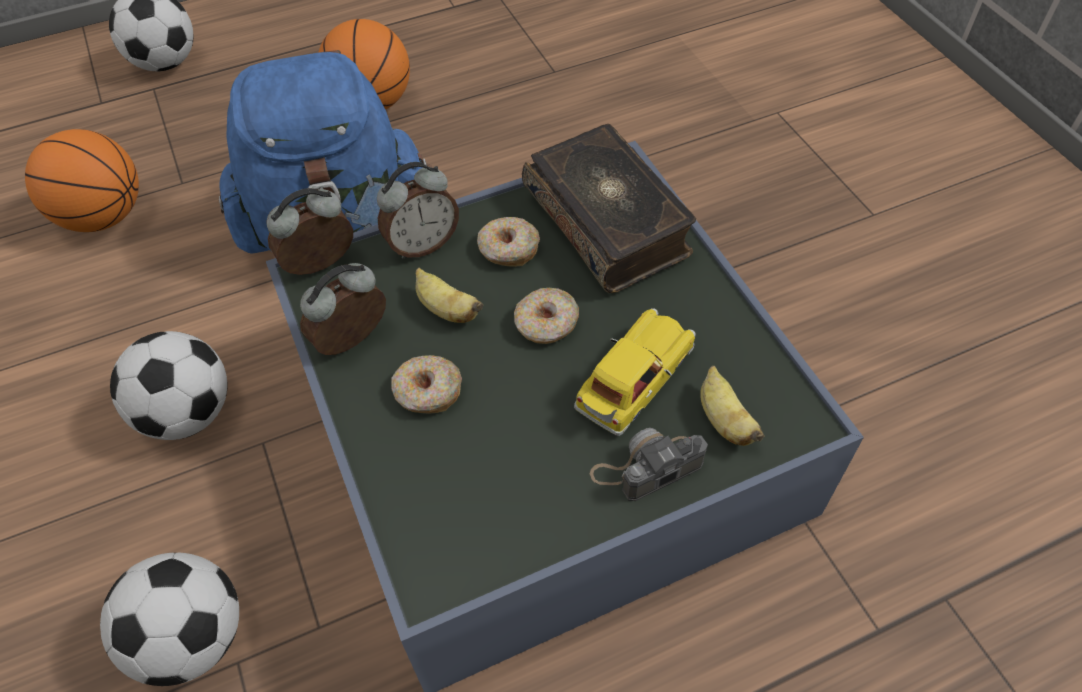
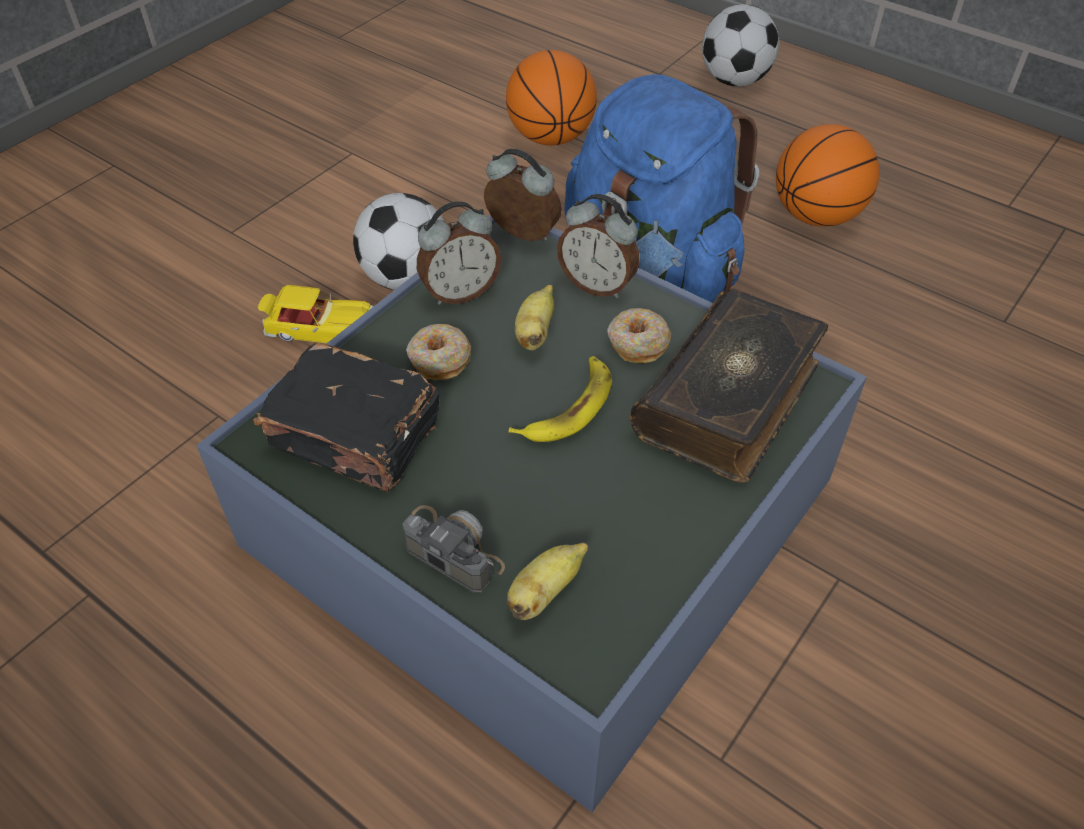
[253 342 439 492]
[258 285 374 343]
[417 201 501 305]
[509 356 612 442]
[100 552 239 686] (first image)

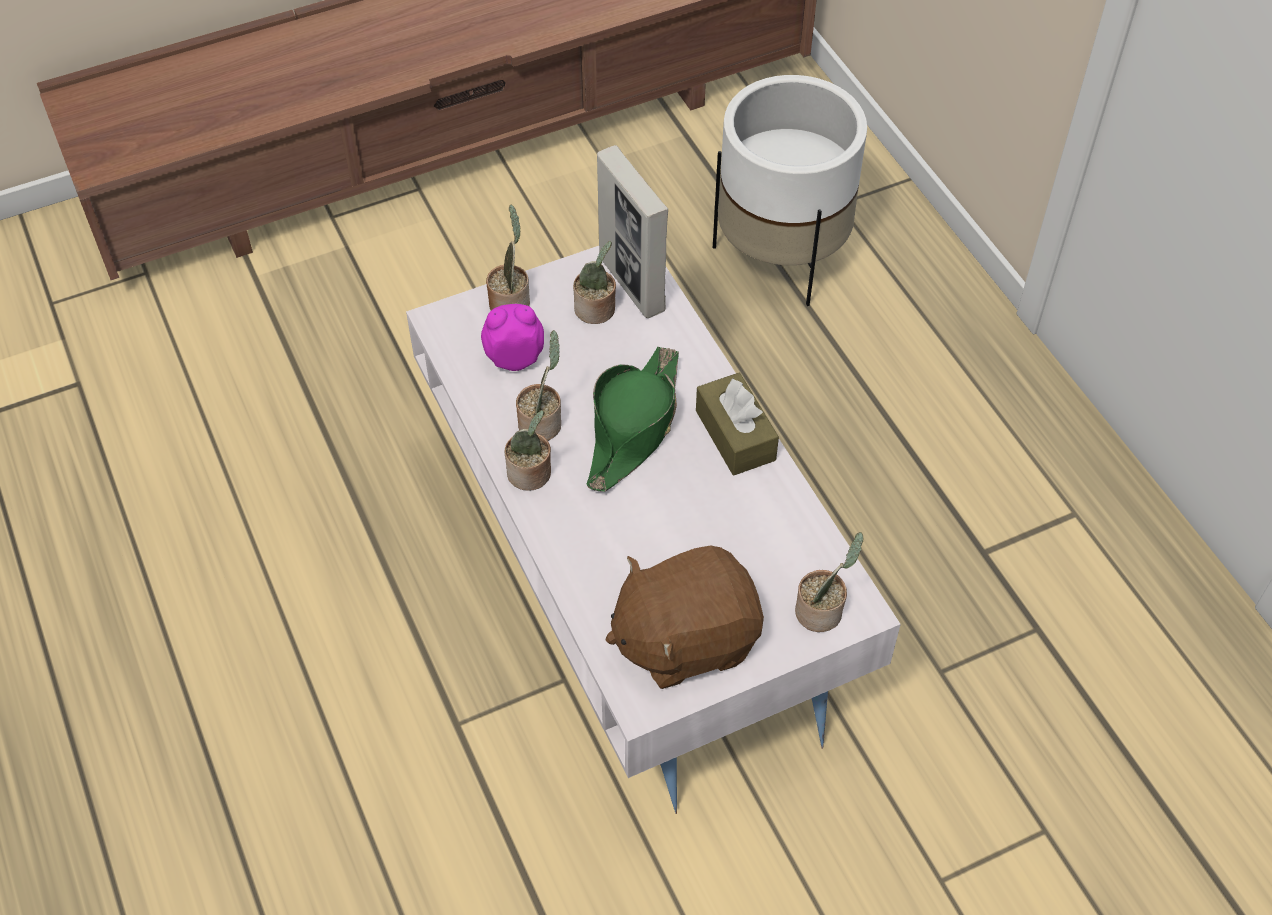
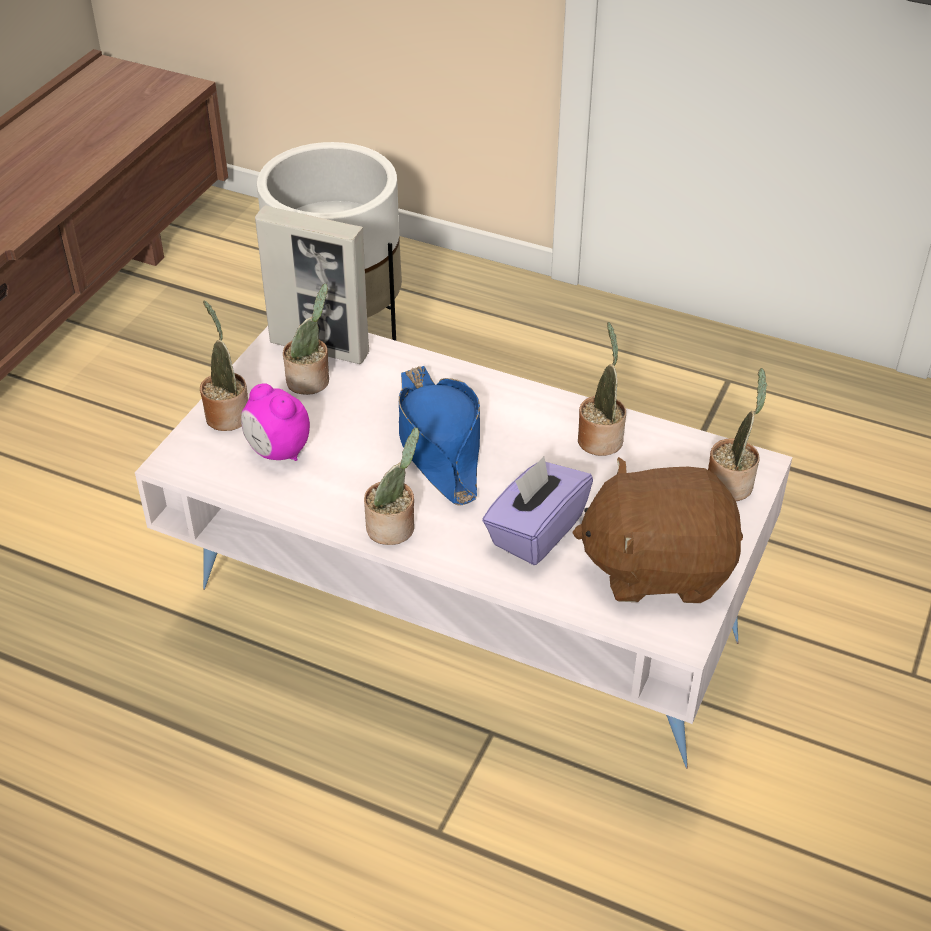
[241 383 310 461]
[399 366 480 506]
[482 456 593 565]
[572 457 743 603]
[578 322 626 456]
[696 373 779 475] (first image)

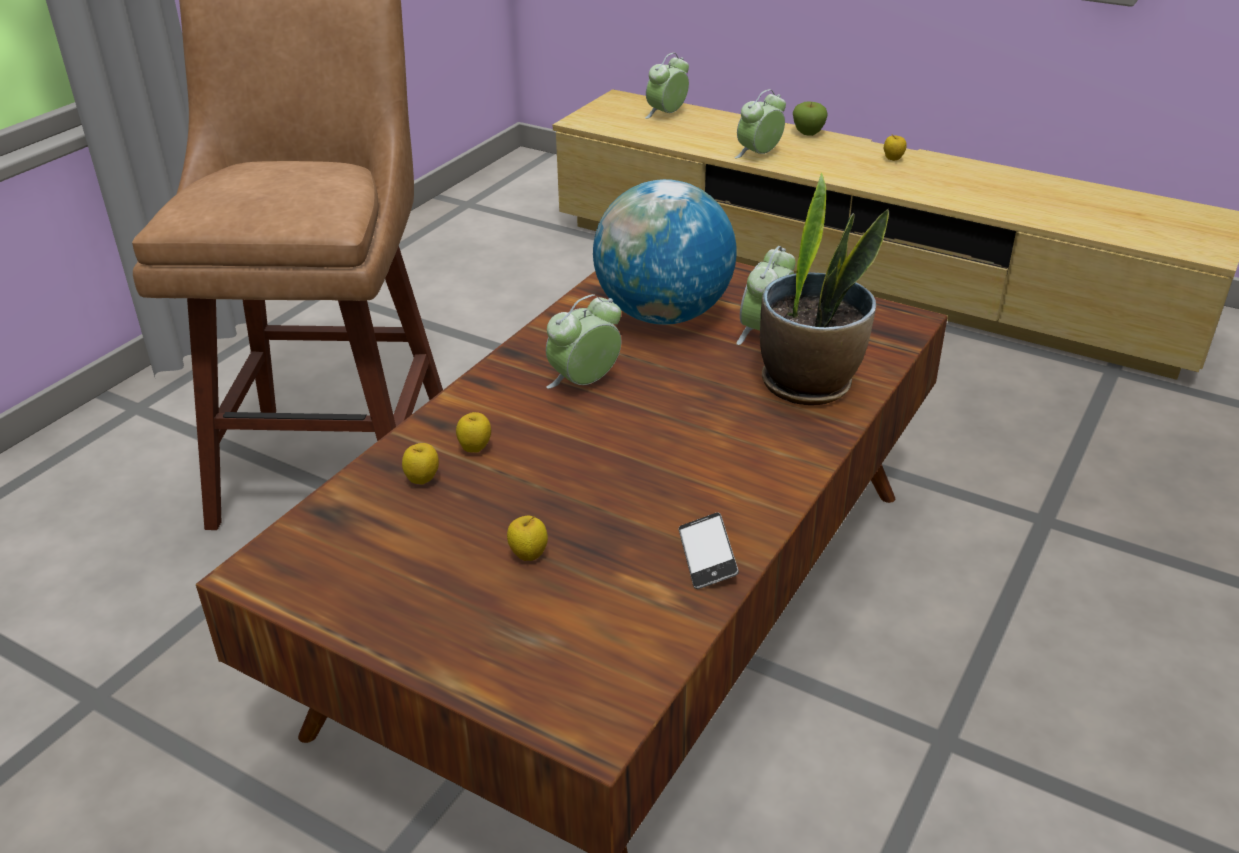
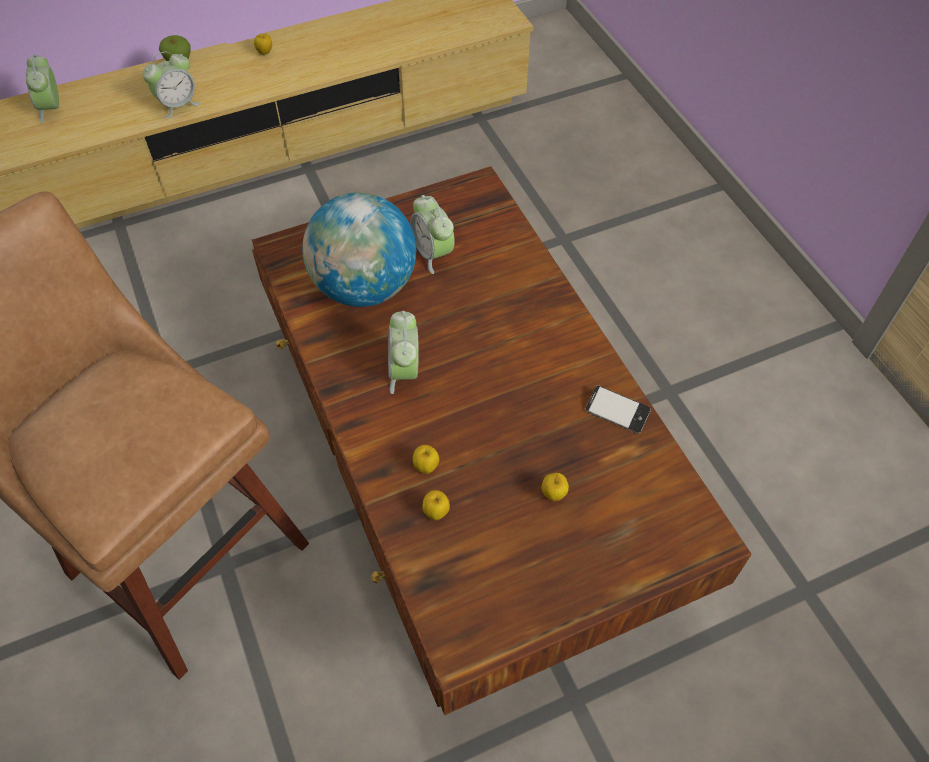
[142 51 201 119]
[760 173 889 405] (first image)

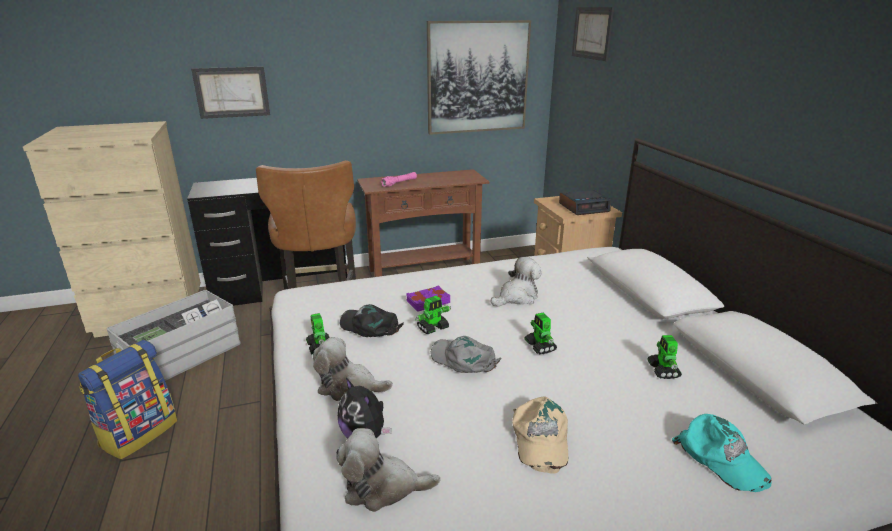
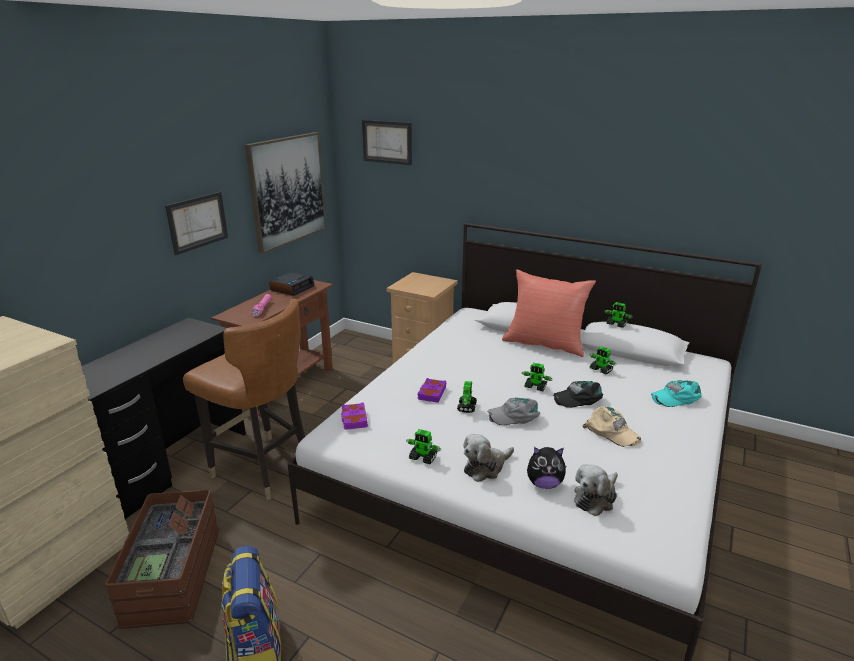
[105 490 219 629]
[165 192 228 255]
[269 272 314 296]
[341 402 368 430]
[502 269 596 357]
[553 381 603 408]
[604 302 632 328]
[651 380 702 407]
[490 257 541 307] (first image)

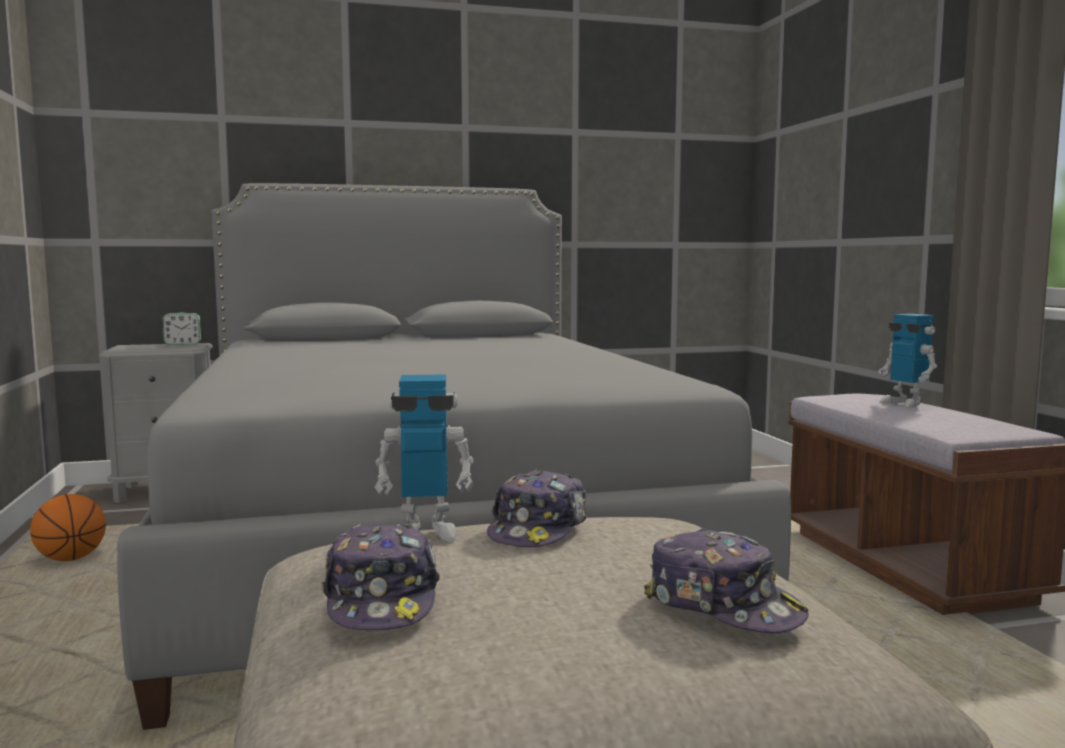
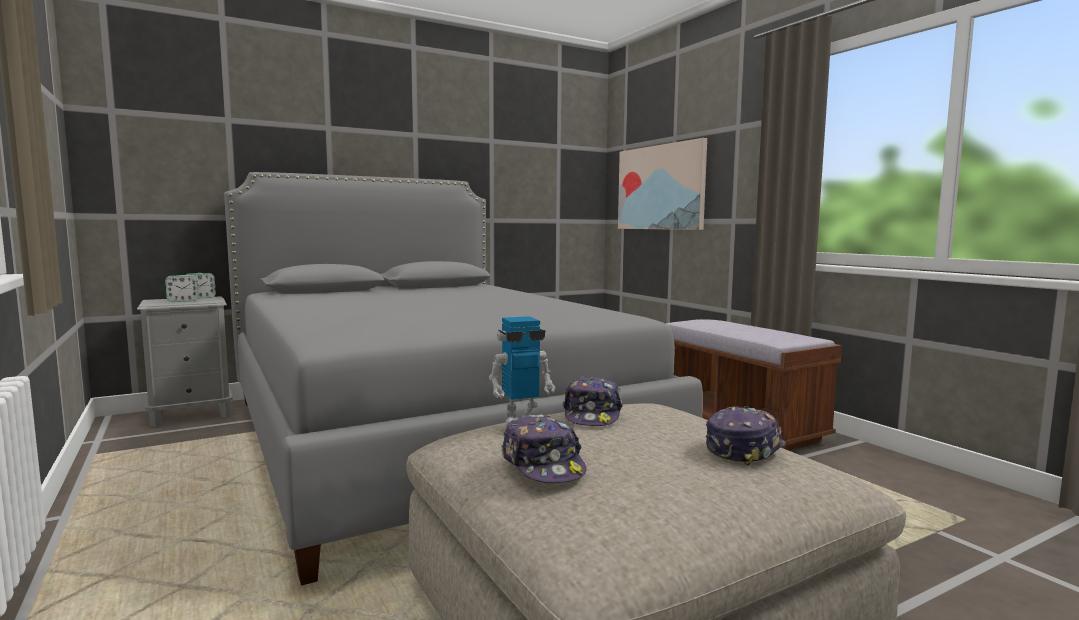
[165 275 199 302]
[618 138 707 230]
[706 406 786 466]
[30 494 106 561] (first image)
[879 314 937 408] (first image)

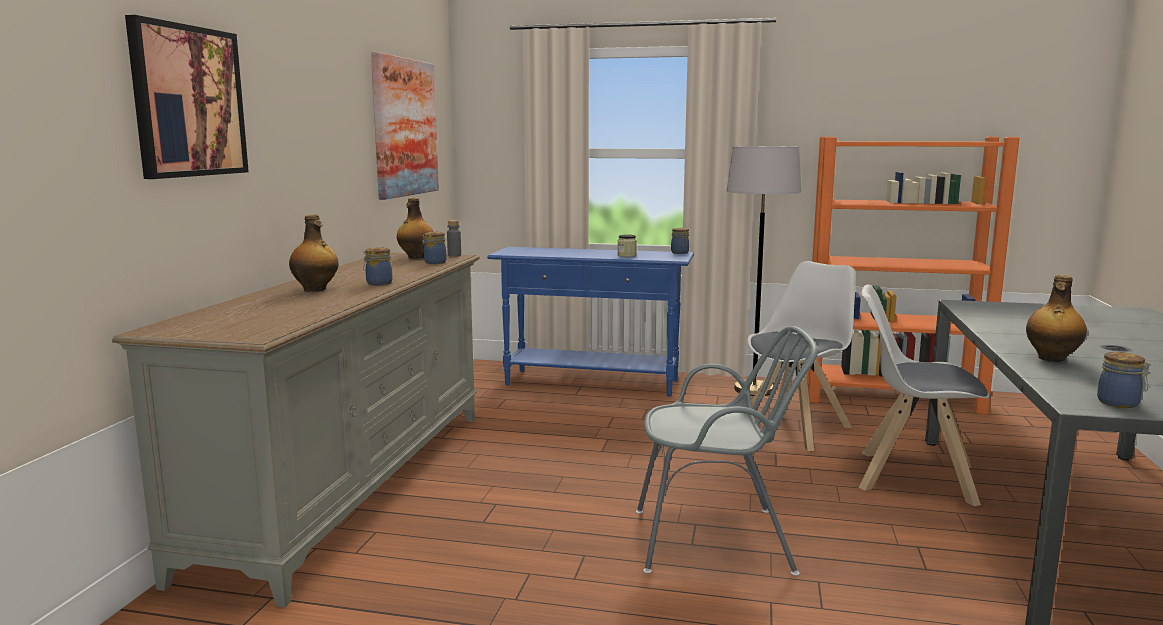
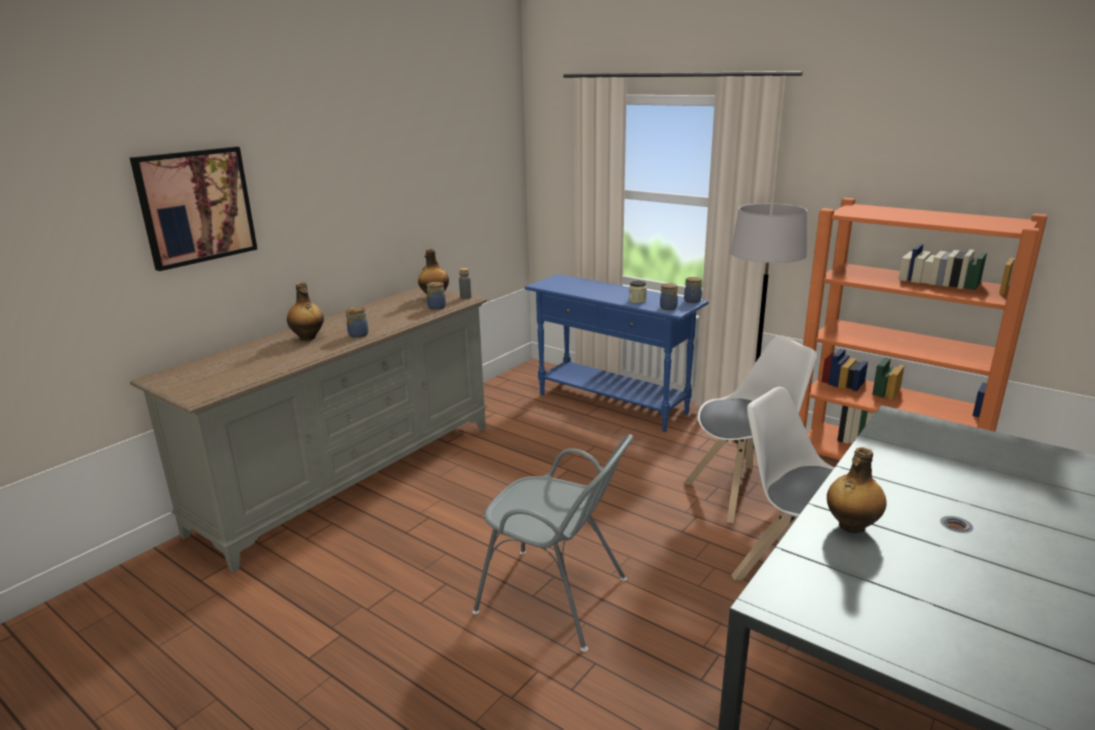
[660 283 678 310]
[371 52 439 200] (first image)

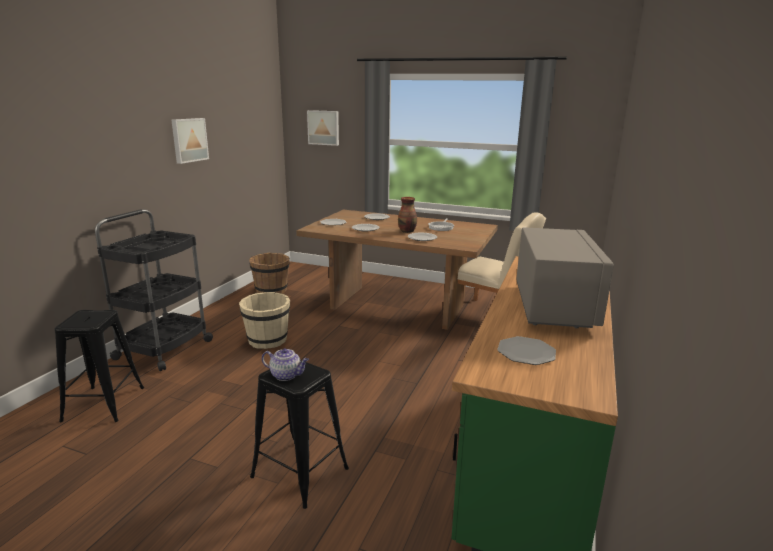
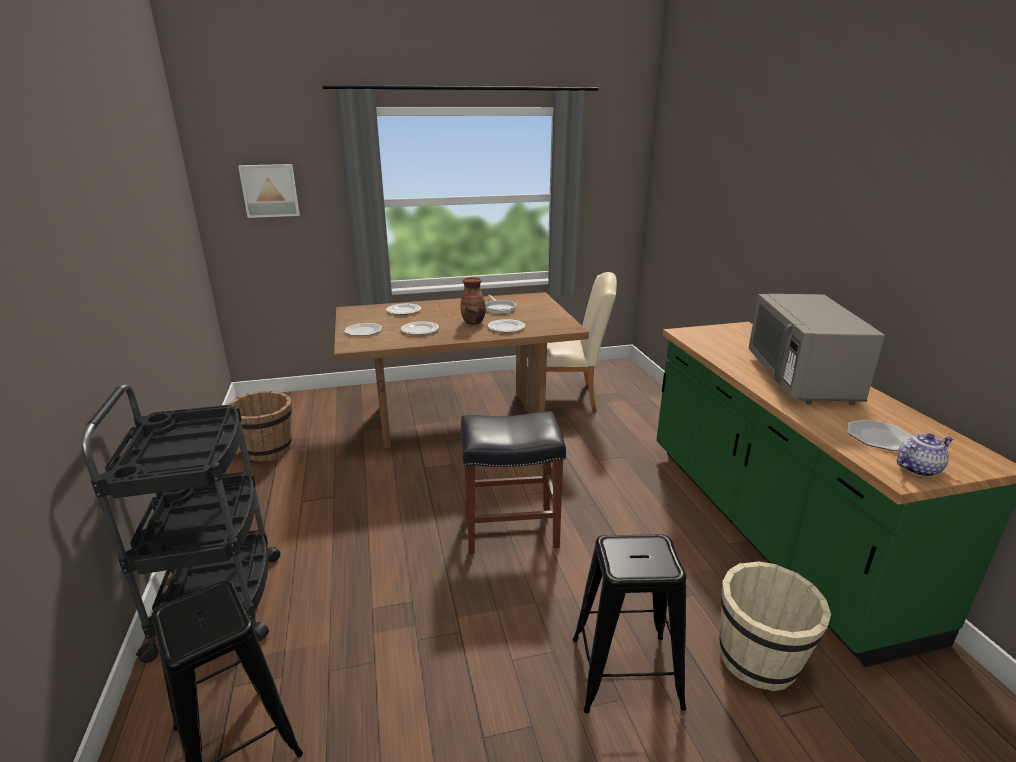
[461 411 566 554]
[720 561 831 691]
[749 294 885 405]
[897 433 953 477]
[171 118 209 164] (first image)

